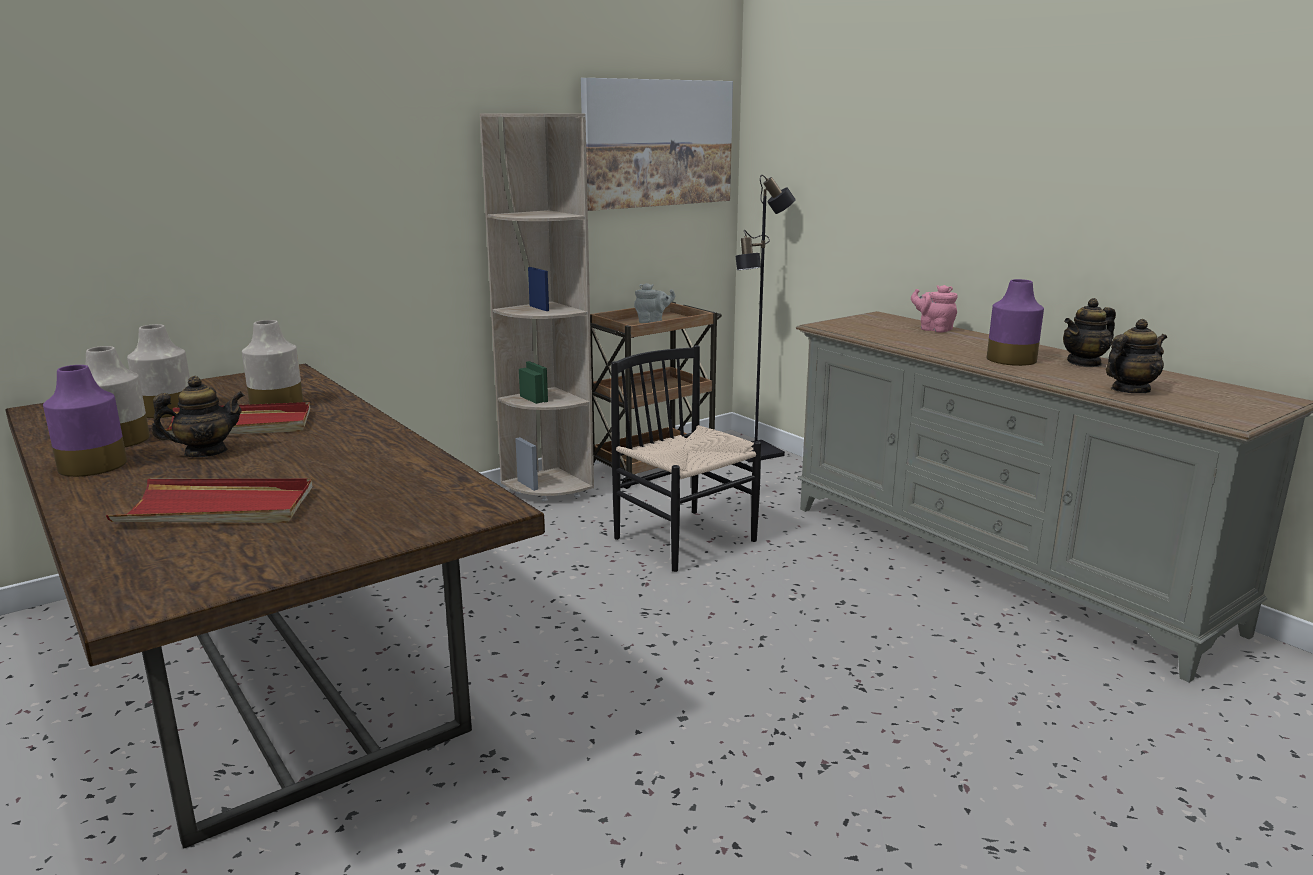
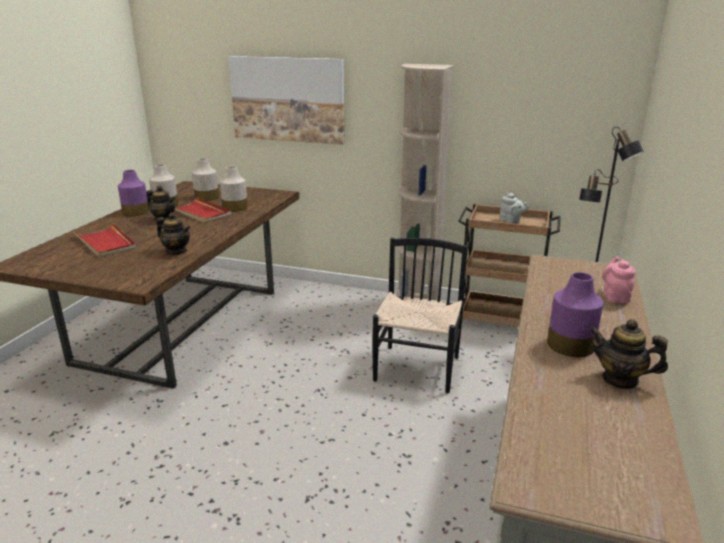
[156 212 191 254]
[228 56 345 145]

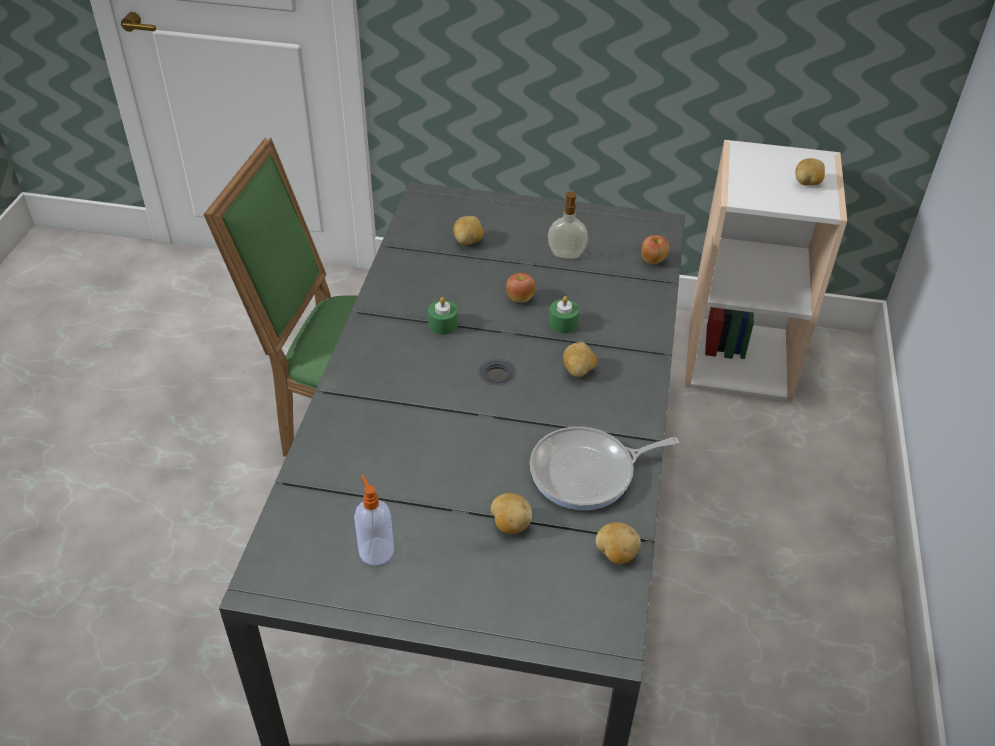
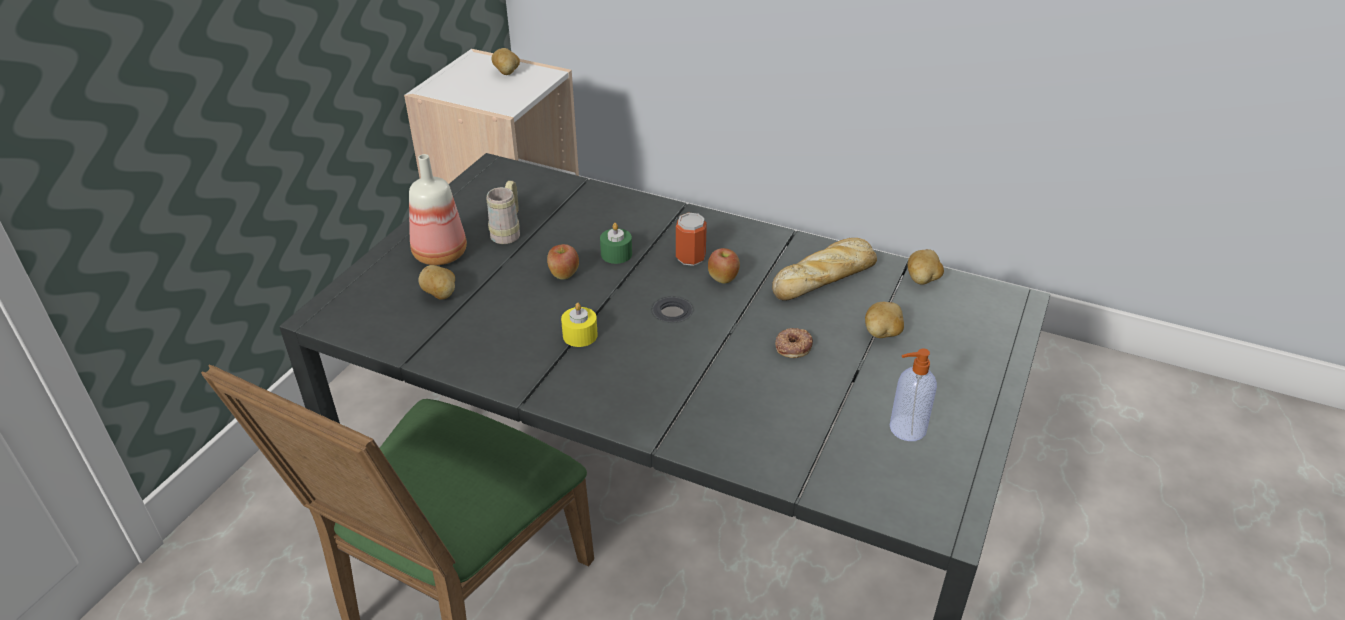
[409 154 467 265]
[487 181 520 244]
[561 303 598 347]
[676 213 707 266]
[708 248 740 283]
[772 238 877 301]
[775 328 813 358]

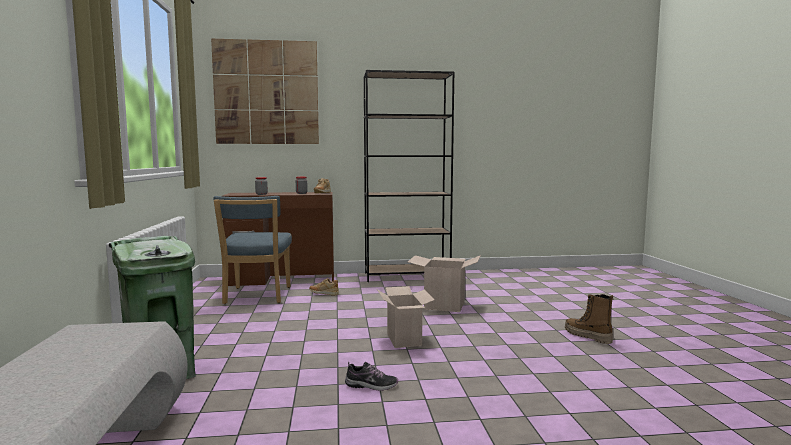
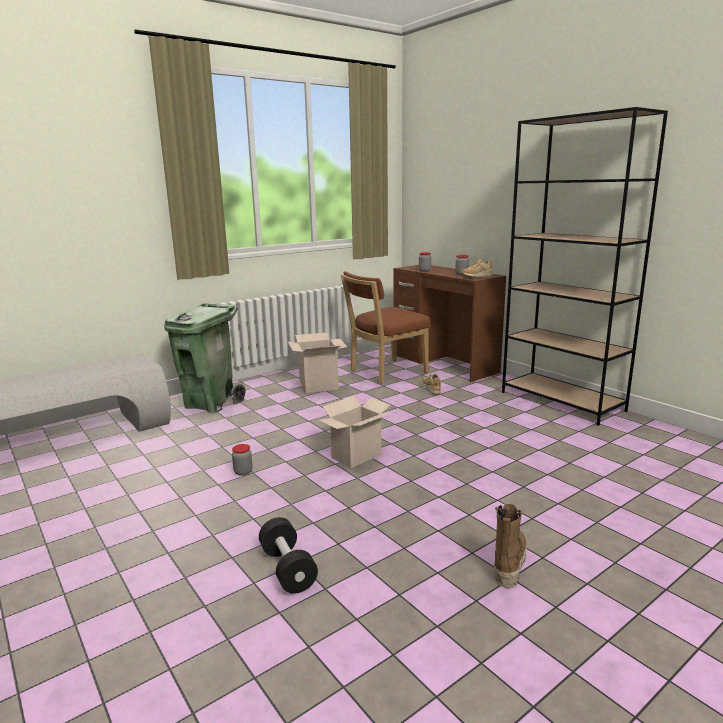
[232 444 253 476]
[259 517 318 594]
[288 332 347 393]
[341 271 431 384]
[211 39 319 144] (first image)

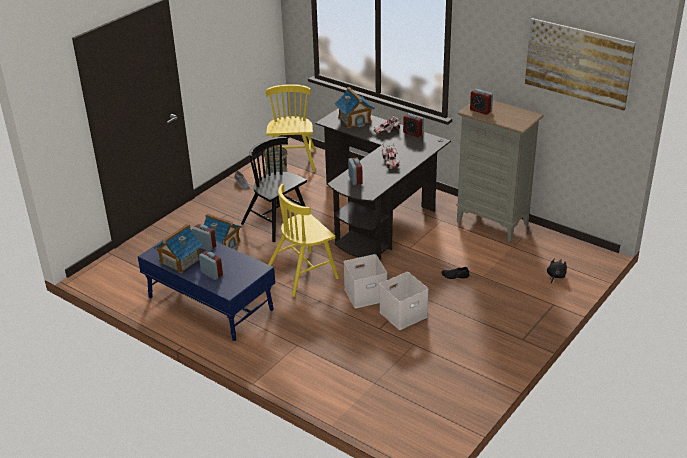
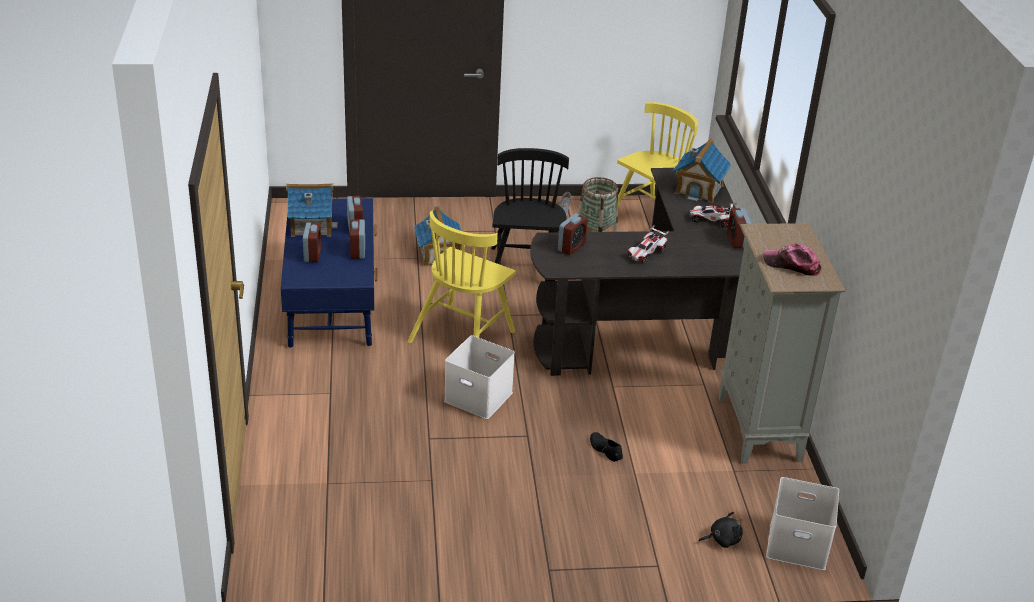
[350 219 365 259]
[408 210 516 343]
[763 243 822 276]
[766 477 839 570]
[525 18 636 111] (first image)

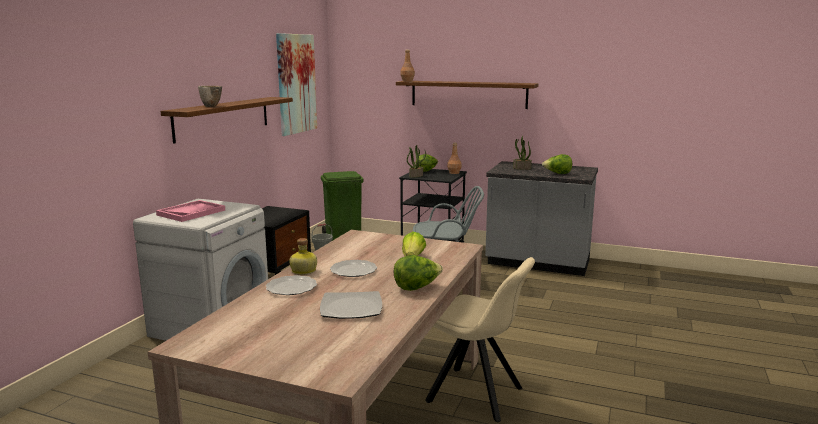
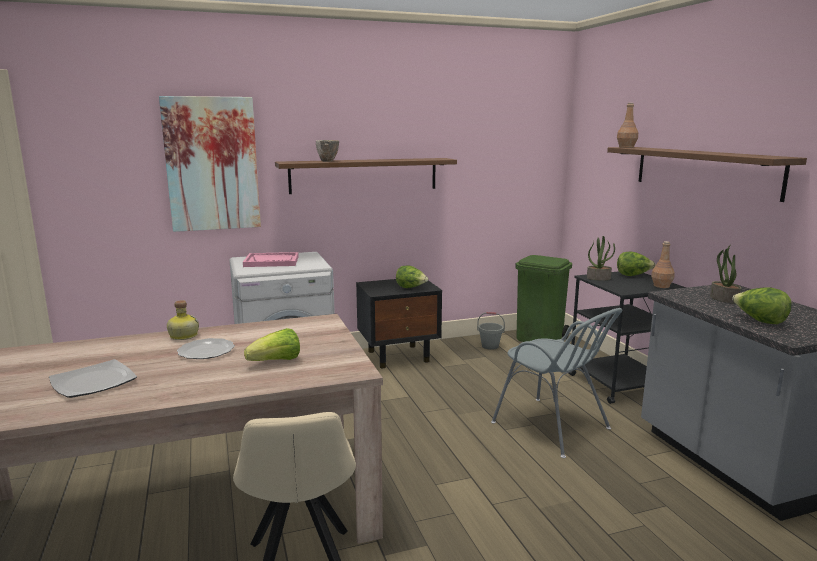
[159 96 261 232]
[396 266 428 288]
[266 275 317 295] (first image)

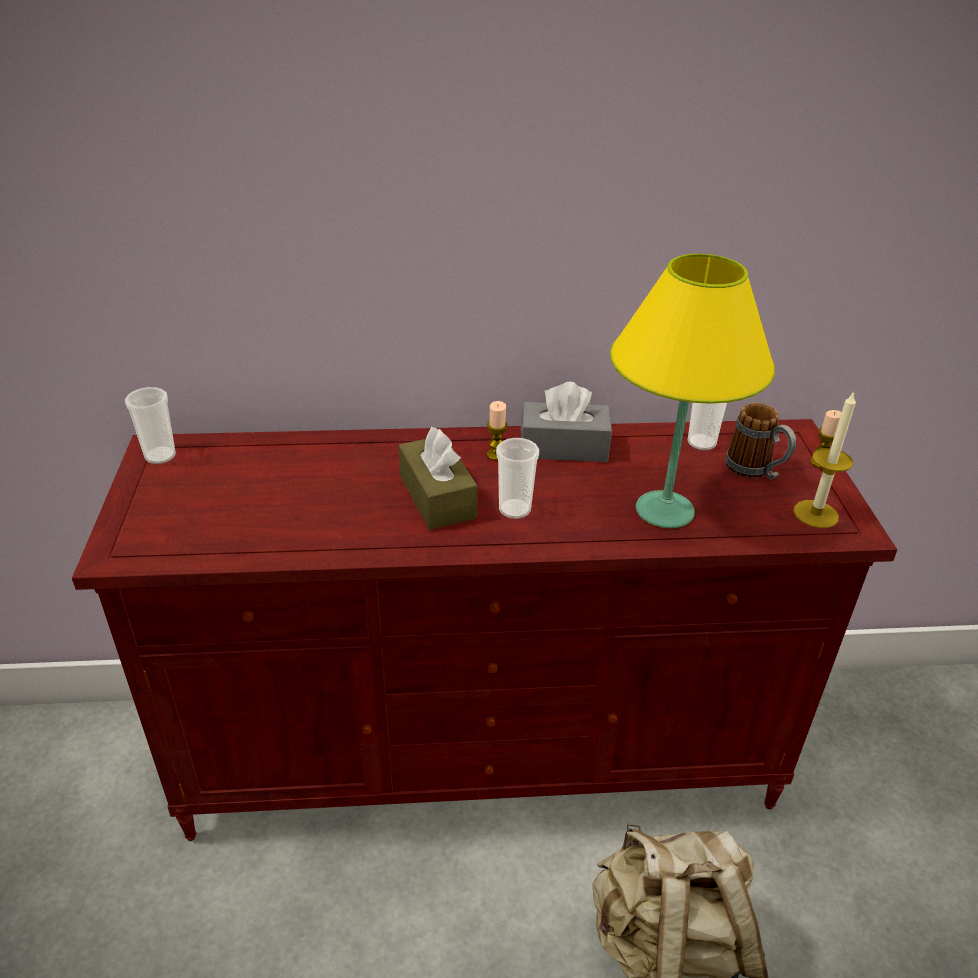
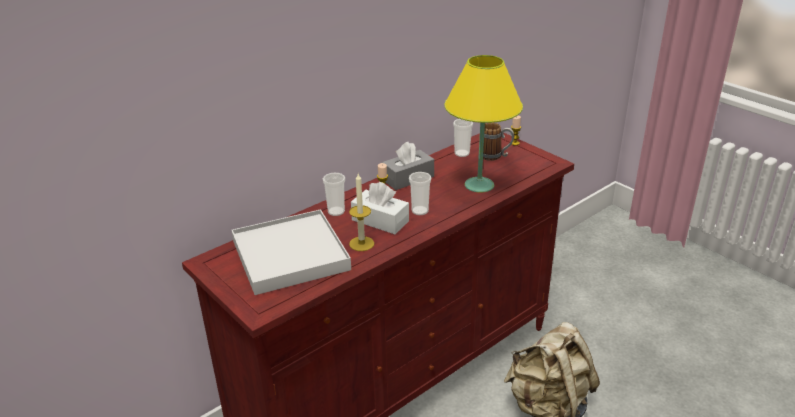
[232 209 351 295]
[323 173 345 216]
[349 173 374 251]
[351 182 409 234]

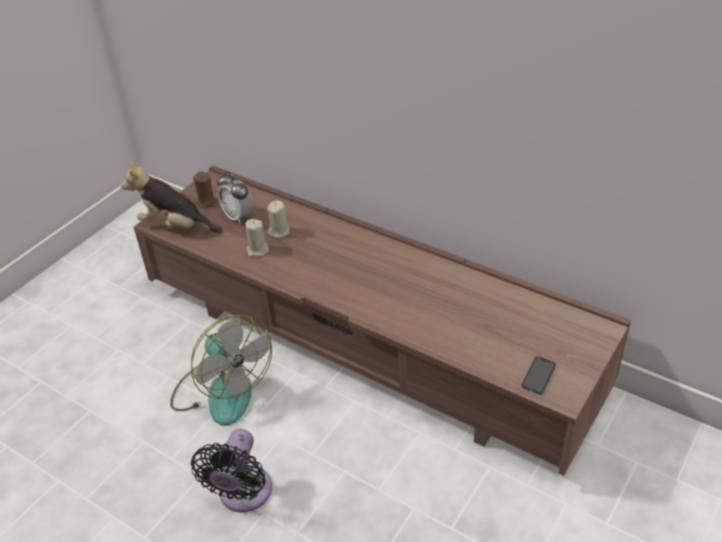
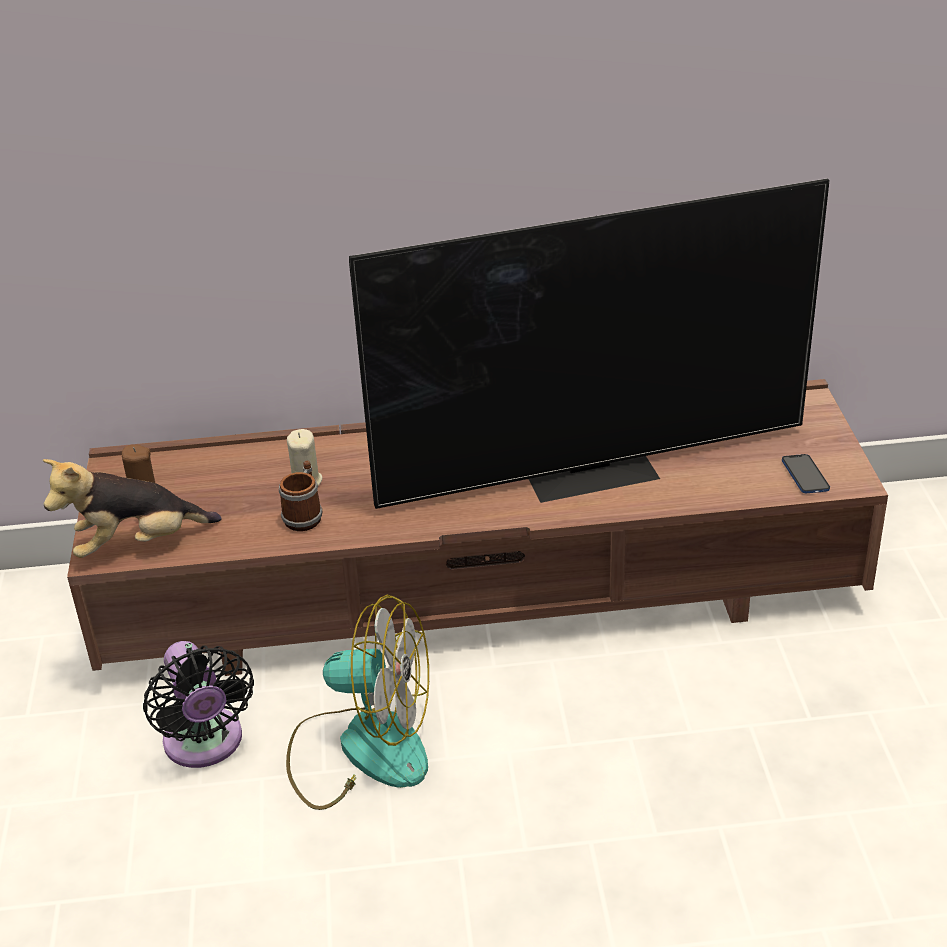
[143 641 254 768]
[279 460 323 531]
[349 178 830 509]
[217 172 254 224] (first image)

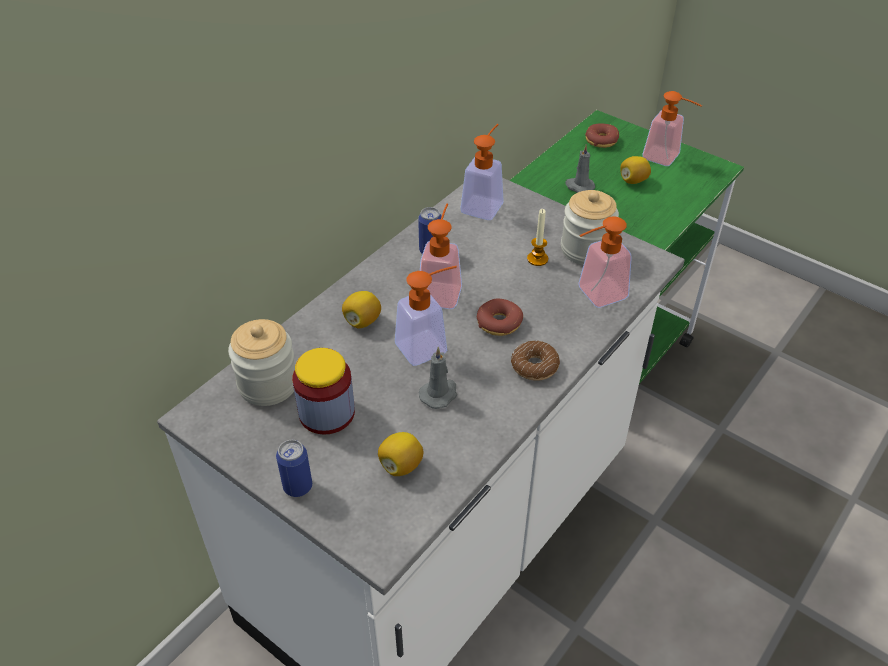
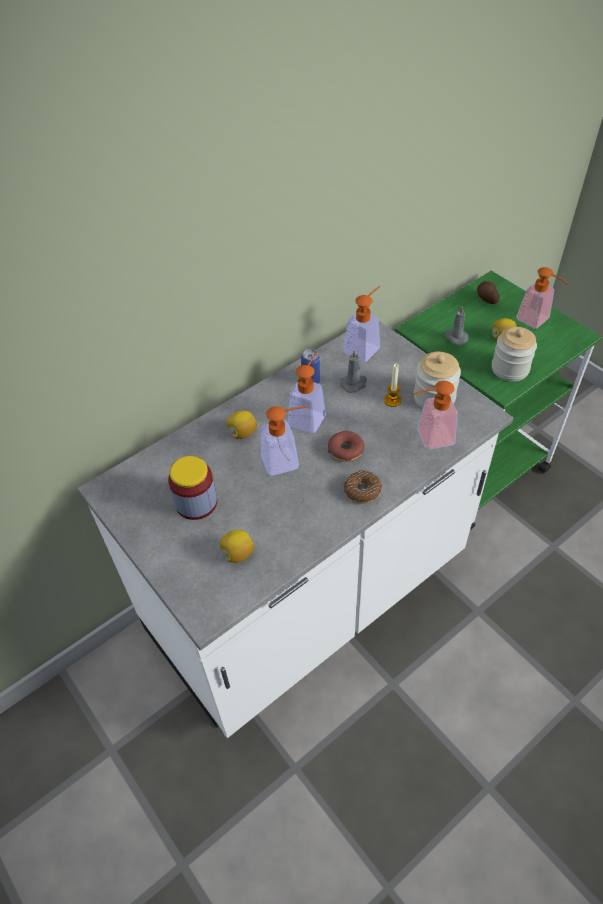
[340 349 367 393]
[477 281 500 304]
[492 327 537 382]
[276 440 312 497] (first image)

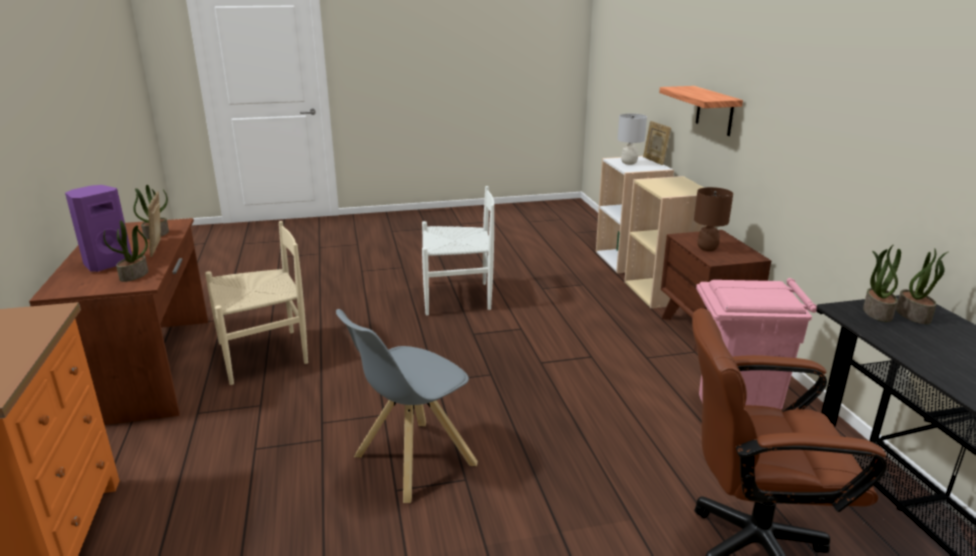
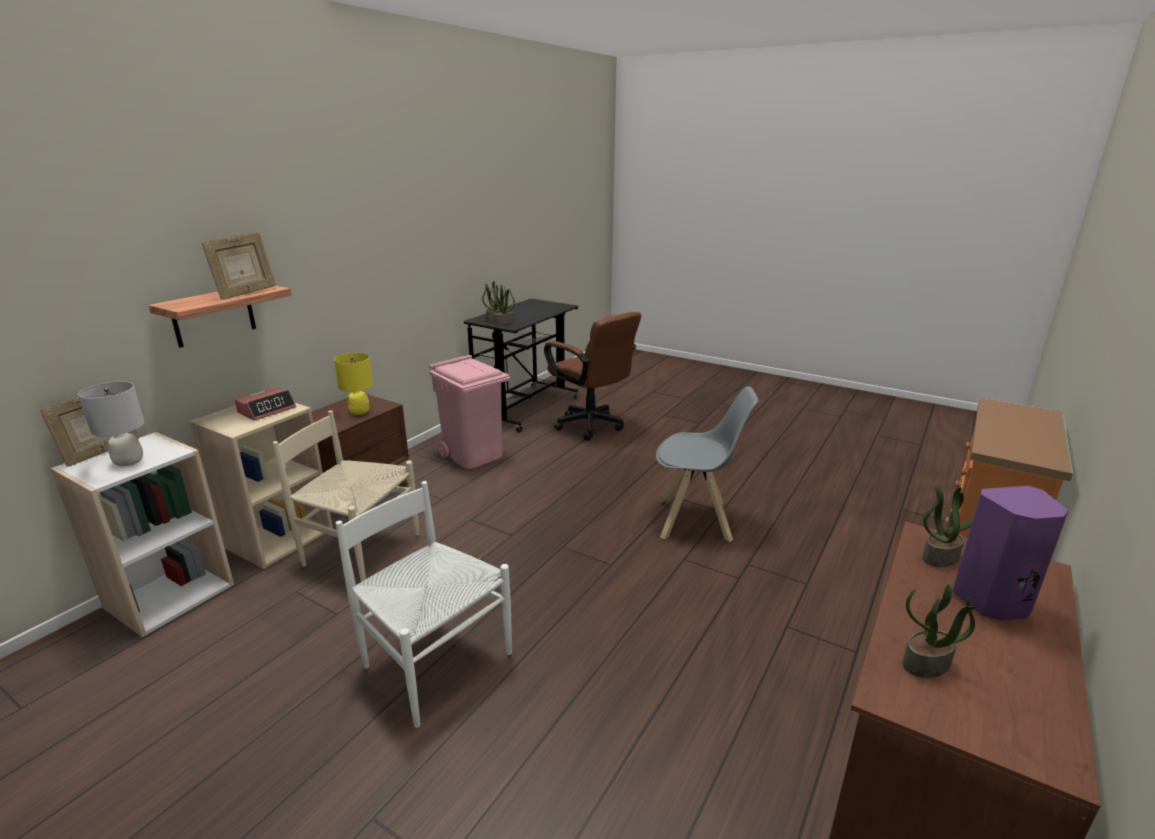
[202 232 276 300]
[235 387 296 421]
[273 410 420 582]
[334 353 373 415]

